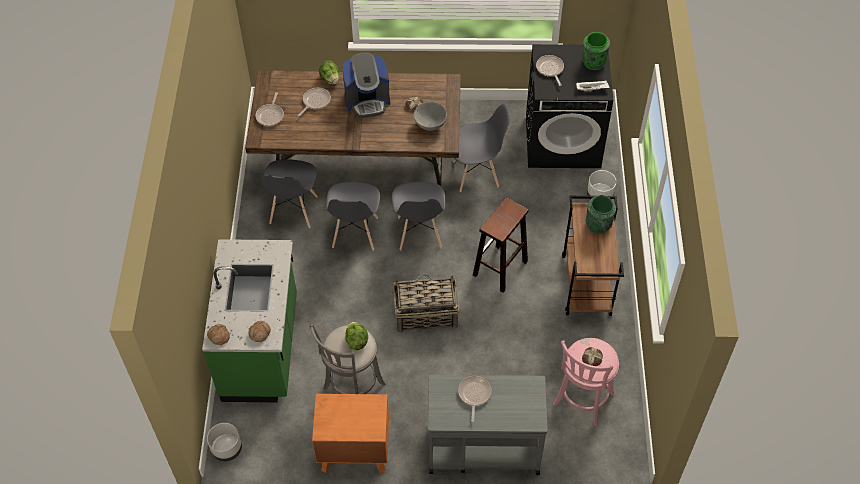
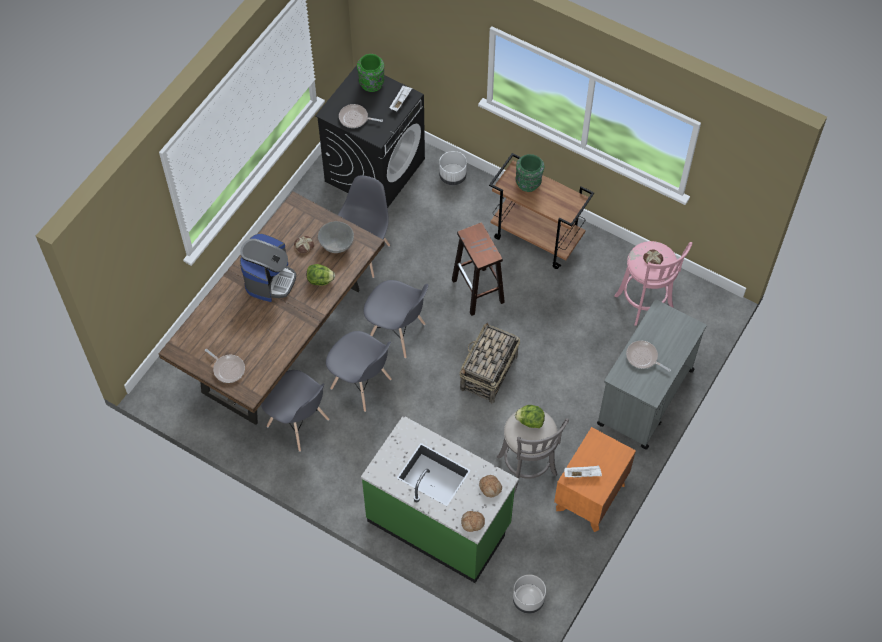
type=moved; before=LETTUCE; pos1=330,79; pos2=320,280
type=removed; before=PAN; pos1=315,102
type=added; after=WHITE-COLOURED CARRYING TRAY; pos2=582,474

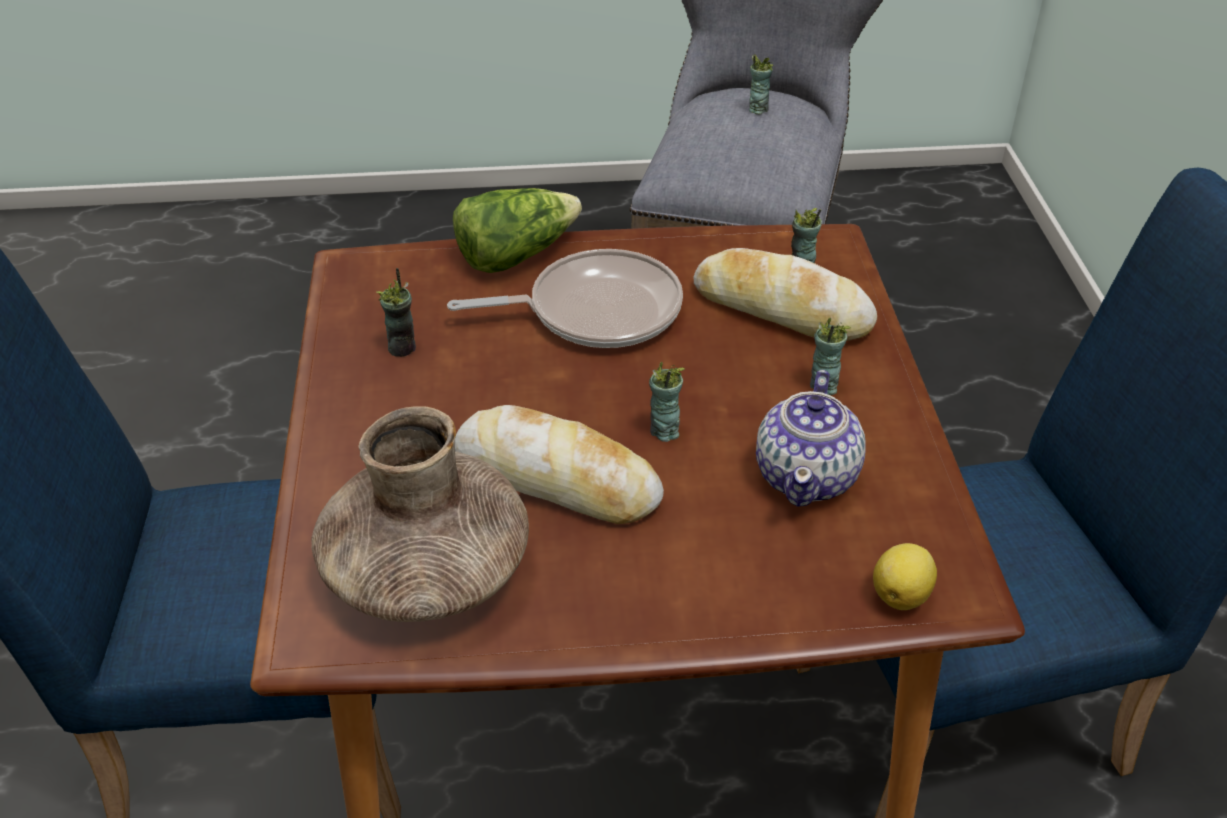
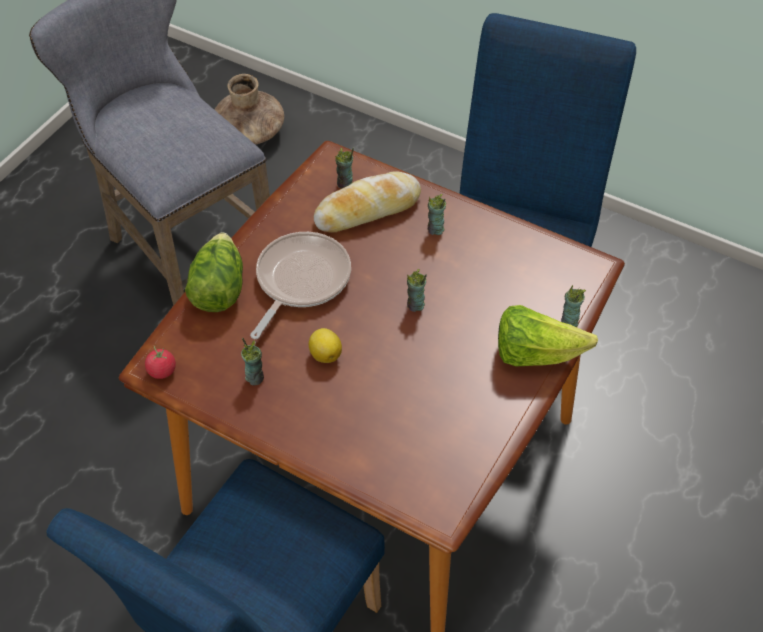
type=moved; before=SMALL CUP; pos1=757,109; pos2=569,321
type=removed; before=TEAPOT; pos1=807,476
type=removed; before=BAKED BREAD; pos1=557,479
type=moved; before=BROWN FLOWER VASE; pos1=427,573; pos2=249,133
type=moved; before=CITRUS FRUIT; pos1=901,594; pos2=325,354
type=added; after=LETTUCE; pos2=535,354
type=added; after=TOMATO; pos2=162,371

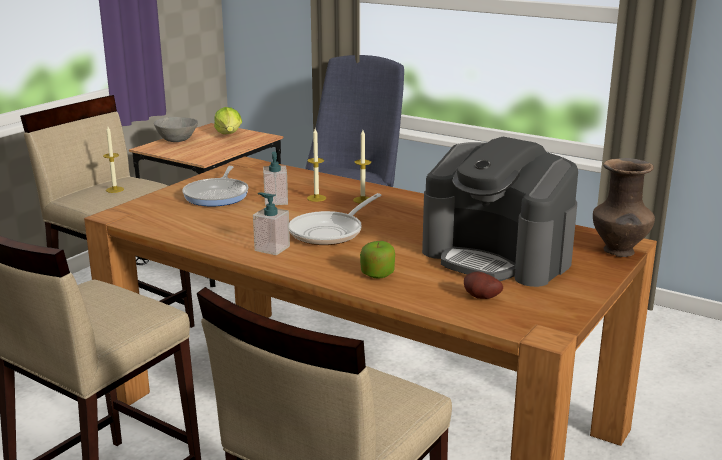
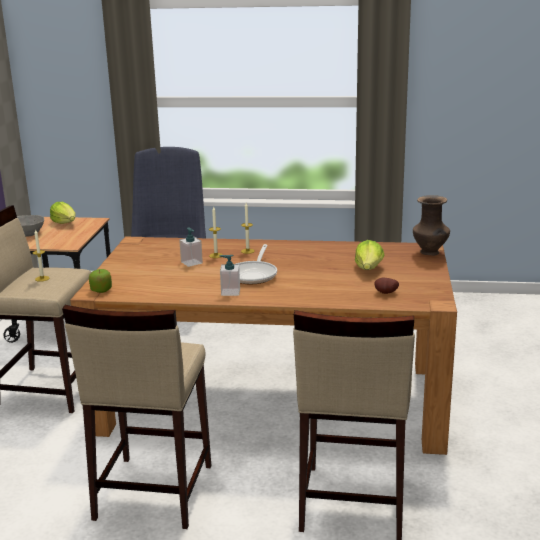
type=replaced; before=COFFEE MAKER; after=LETTUCE; pos1=497,256; pos2=369,269
type=removed; before=PAN; pos1=218,195
type=moved; before=APPLE FRUIT; pos1=377,274; pos2=101,290

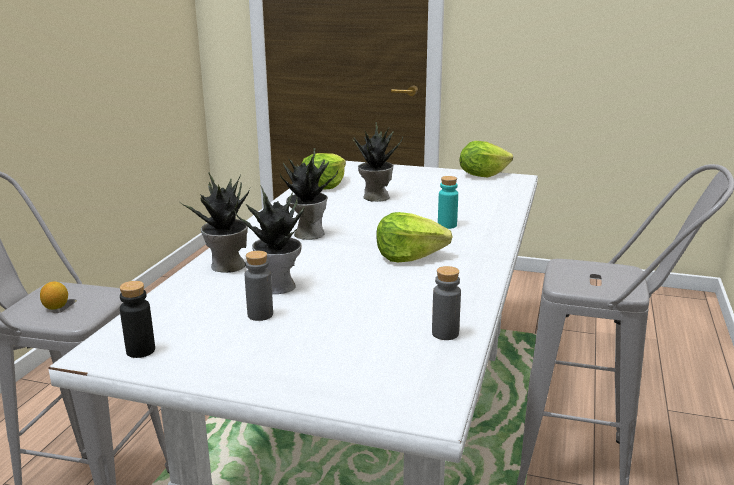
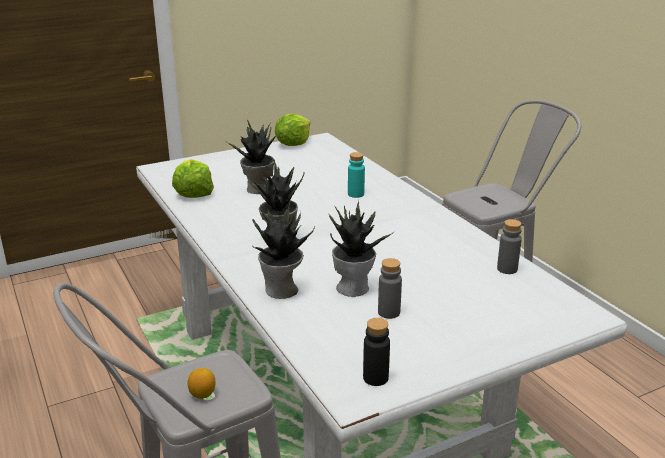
type=removed; before=LETTUCE; pos1=409,256

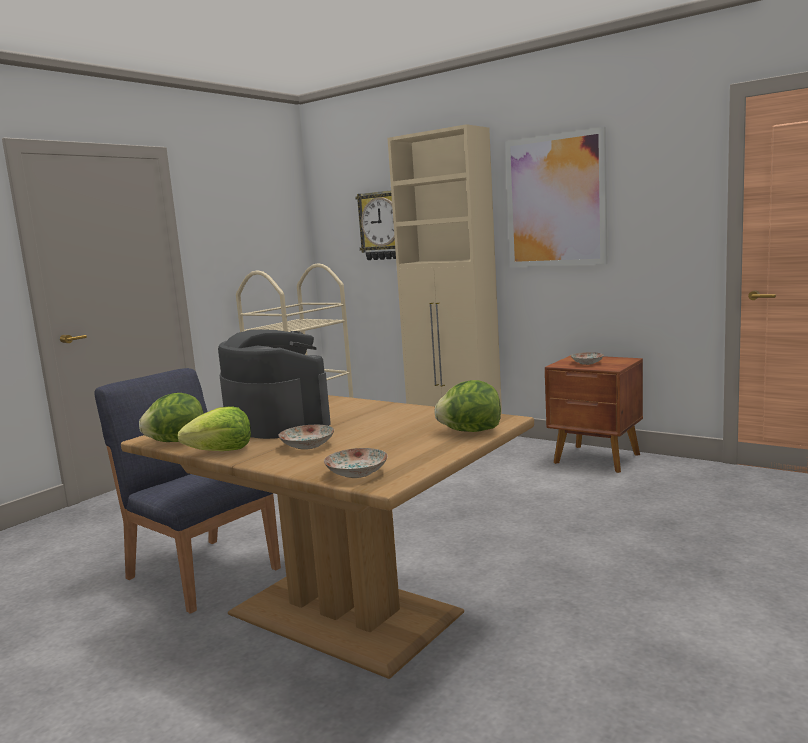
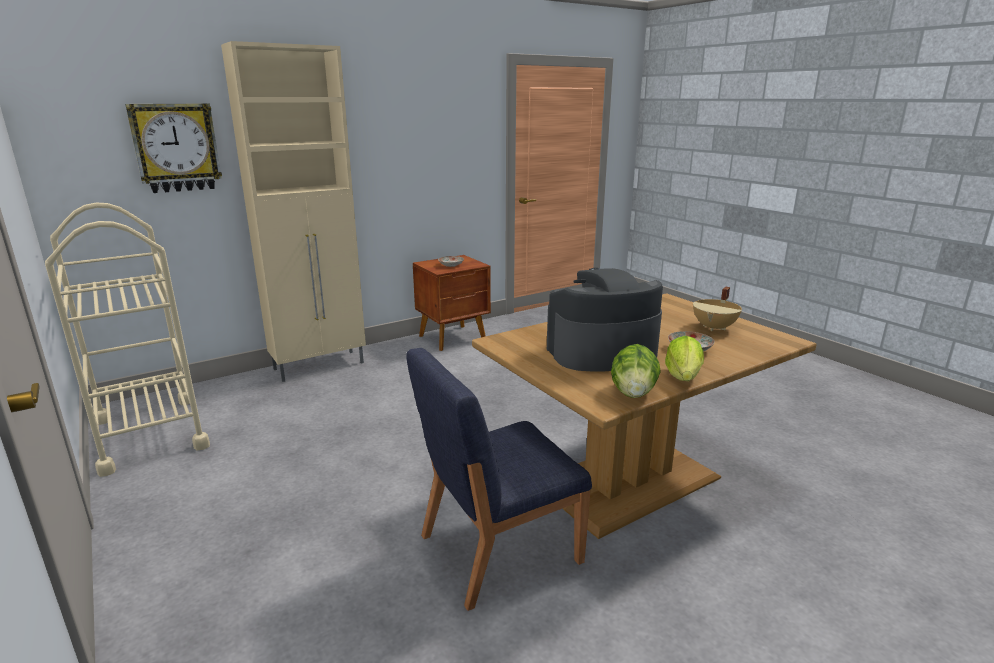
type=removed; before=WALL PICTURE; pos1=555,201
type=removed; before=LETTUCE; pos1=470,431
type=removed; before=DINNER PLATE; pos1=356,473
type=added; after=BEIGE-COLOURED STOCKPOT; pos2=715,328

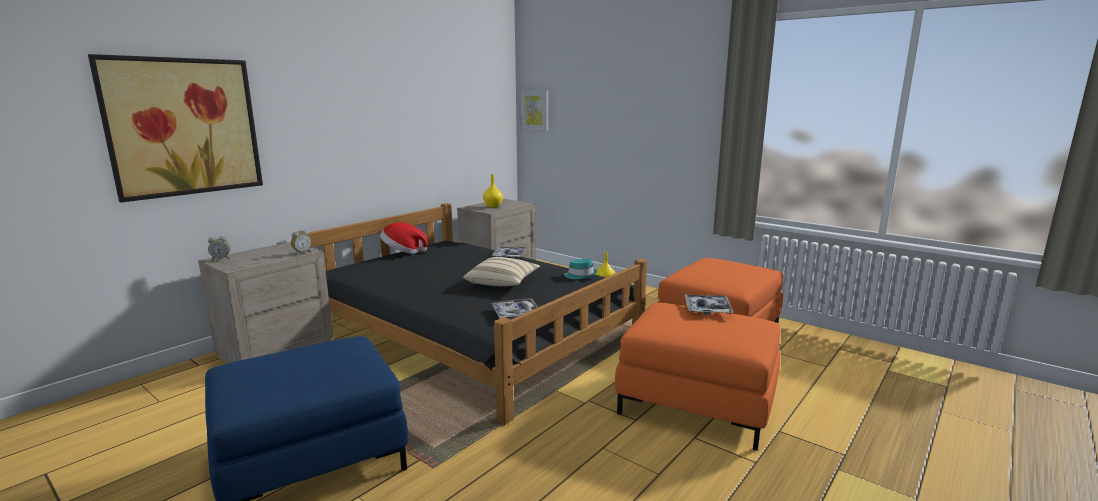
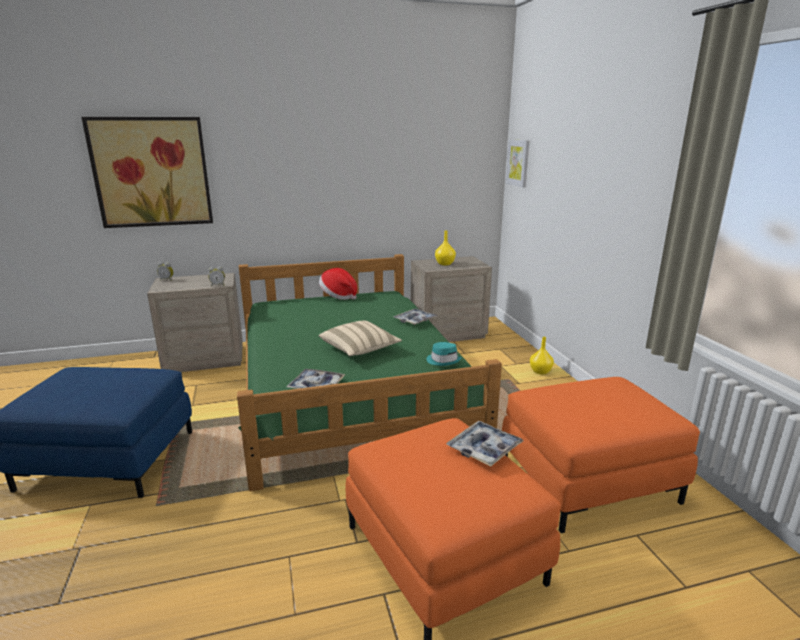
type=recoloured; before=BLACK SLEEPING BED; after=GREEN-COLOURED SLEEPING BED; pos1=471,330; pos2=348,386

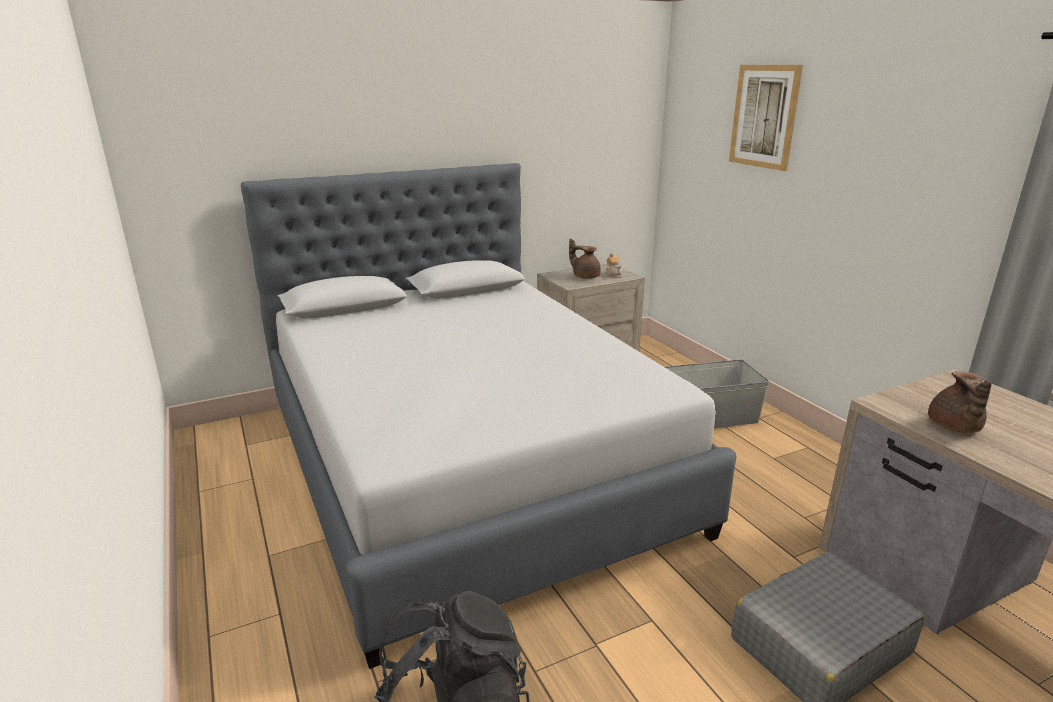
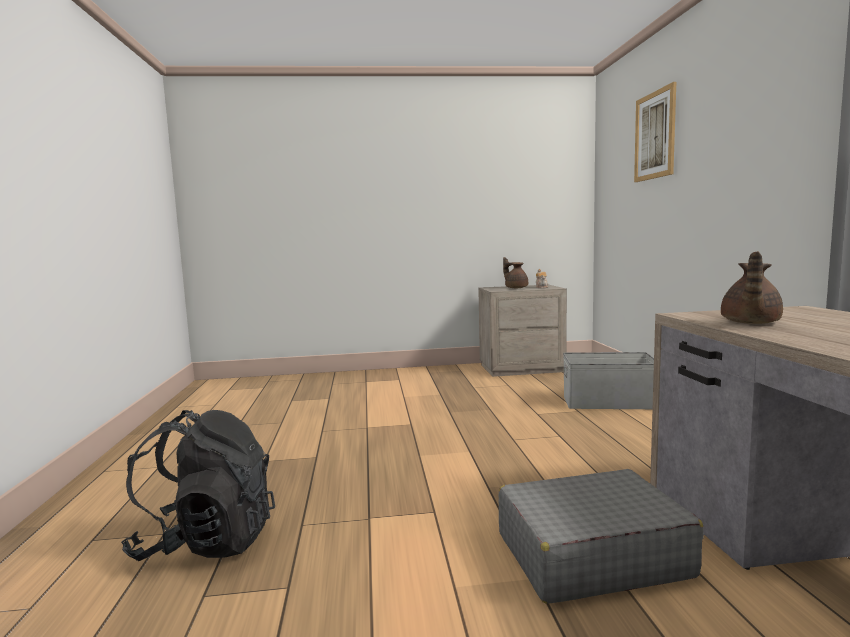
type=removed; before=GREY SLEEPING BED; pos1=467,464

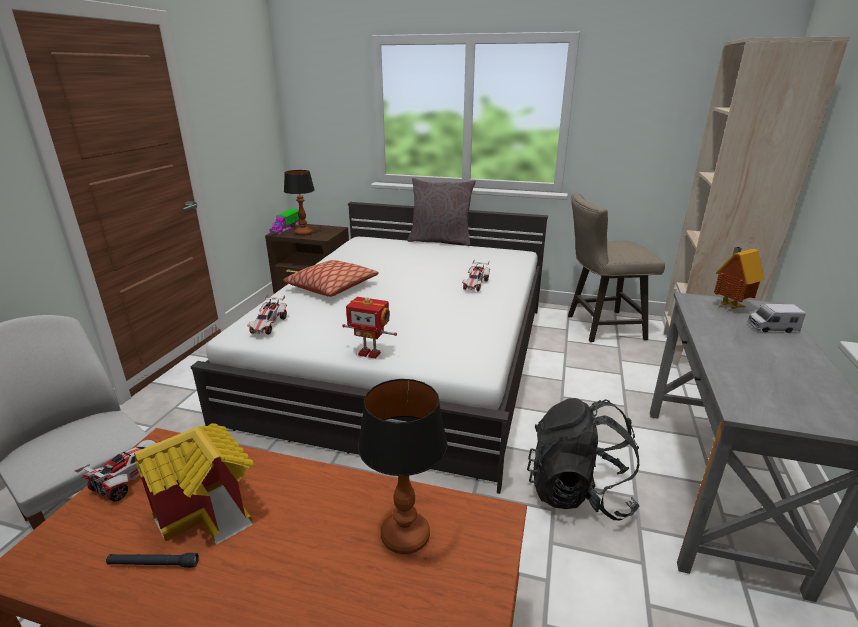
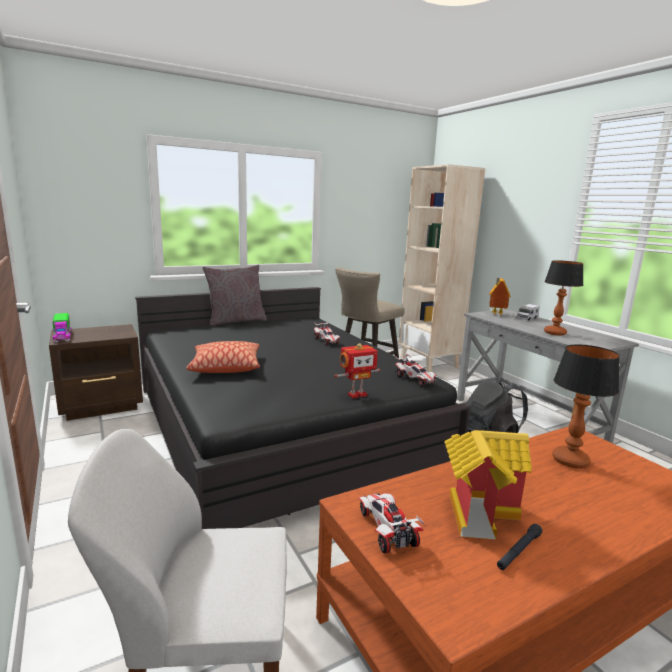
type=moved; before=TABLETOP LAMP; pos1=304,233; pos2=554,333
type=recoloured; before=WHITE-COLOURED SLEEPING BED; after=BLACK SLEEPING BED; pos1=406,359; pos2=279,423
type=moved; before=MODEL CAR; pos1=269,325; pos2=414,379

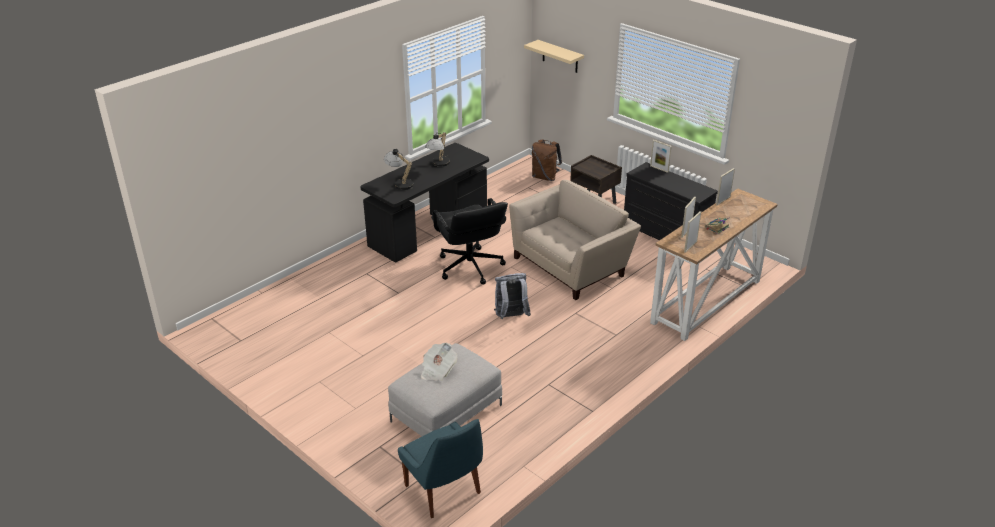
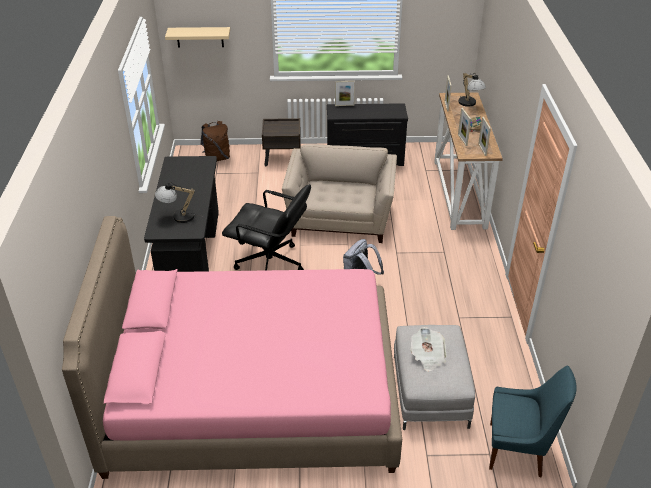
type=moved; before=TABLETOP LAMP; pos1=438,164; pos2=469,104
type=added; after=PINK SLEEPING BED; pos2=253,394

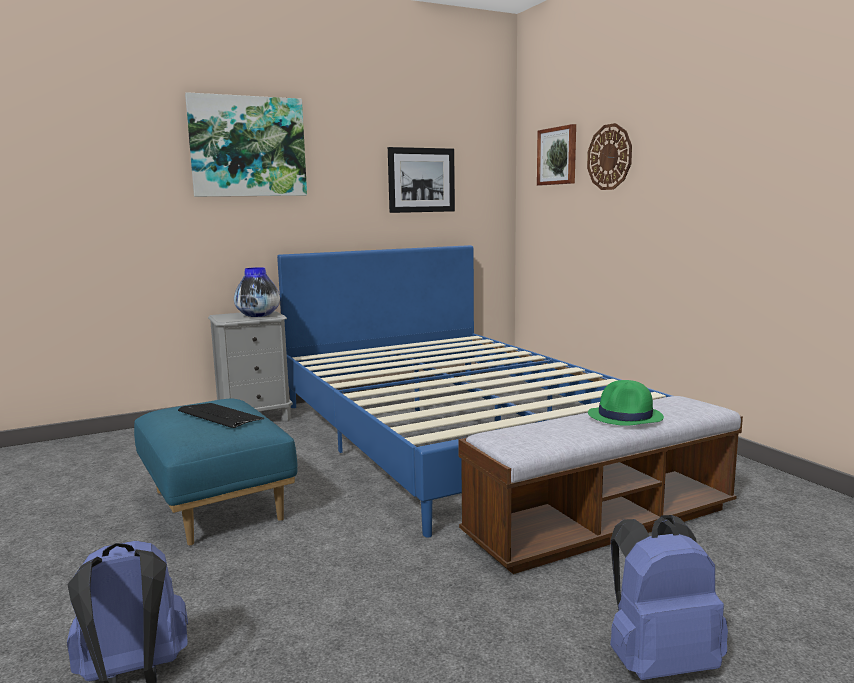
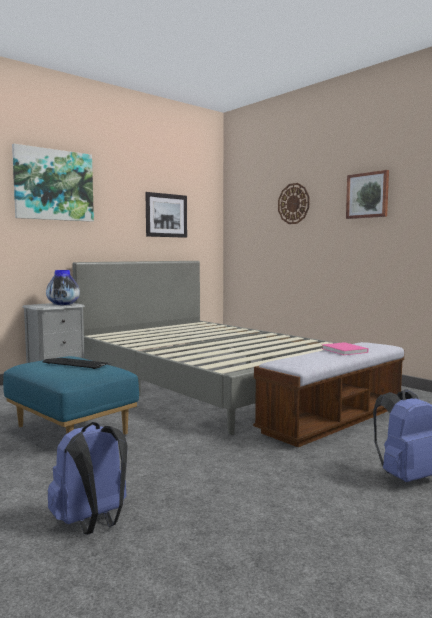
type=moved; before=WALL PICTURE; pos1=557,156; pos2=367,195
type=recoloured; before=BLUISH SLEEPING BED; after=GREY SLEEPING BED; pos1=454,433; pos2=208,382
type=replaced; before=GREEN-COLOURED WEARABLE HAT; after=PINK VOLUME; pos1=625,416; pos2=345,350

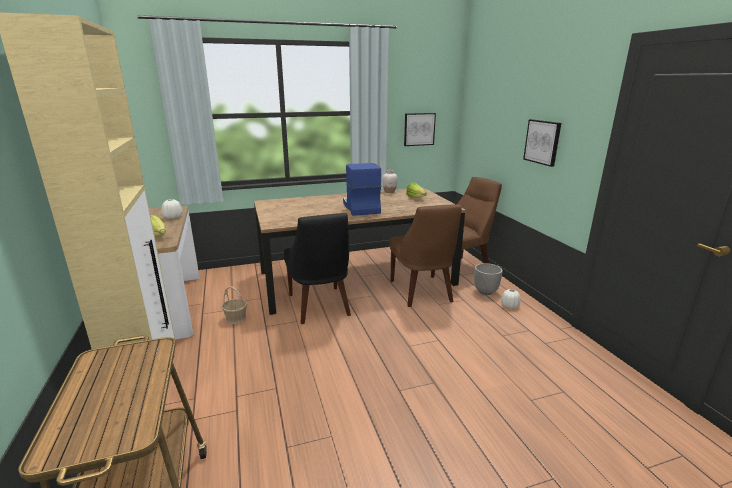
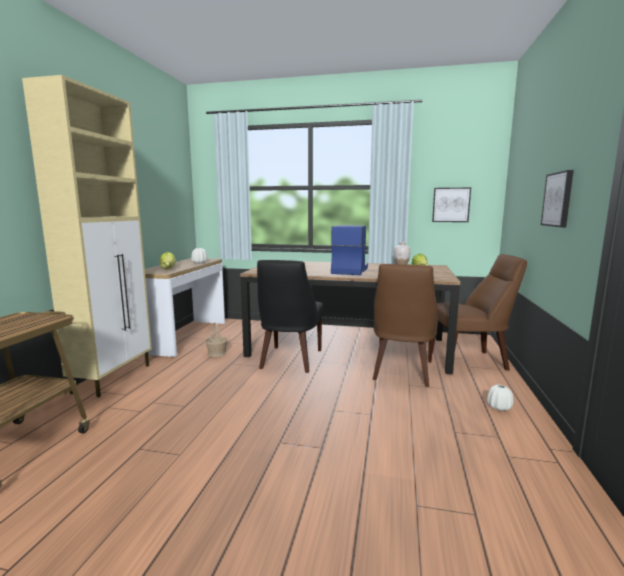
type=removed; before=FLOWER POT; pos1=486,292

